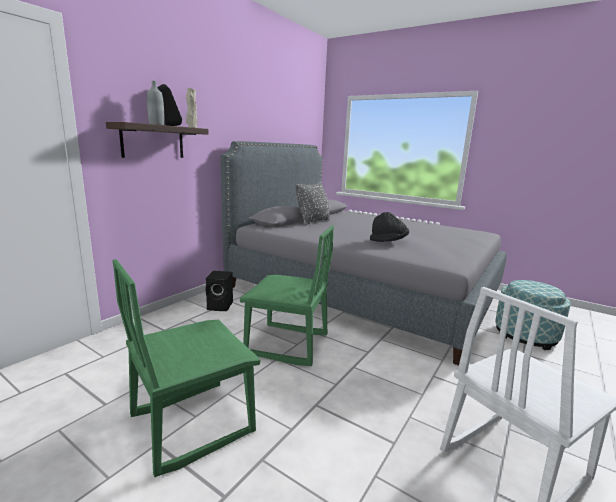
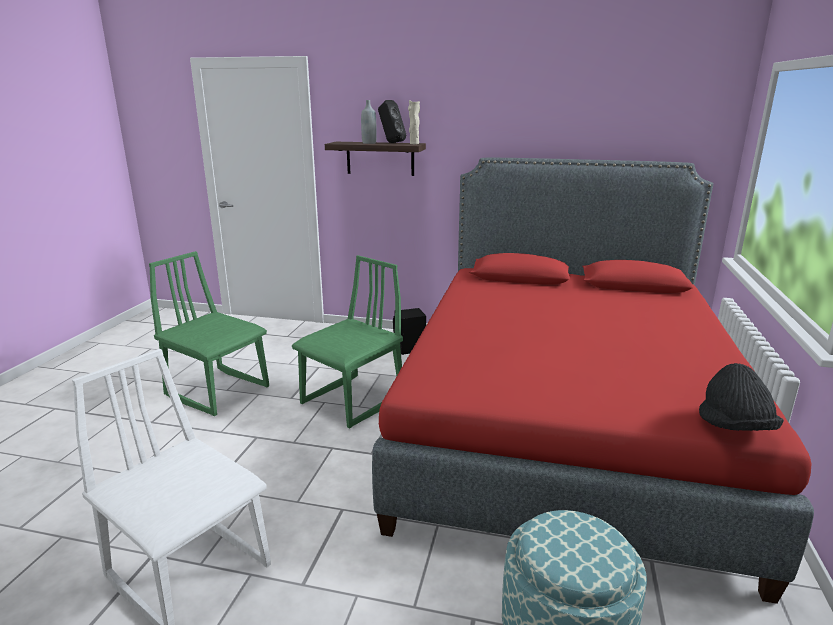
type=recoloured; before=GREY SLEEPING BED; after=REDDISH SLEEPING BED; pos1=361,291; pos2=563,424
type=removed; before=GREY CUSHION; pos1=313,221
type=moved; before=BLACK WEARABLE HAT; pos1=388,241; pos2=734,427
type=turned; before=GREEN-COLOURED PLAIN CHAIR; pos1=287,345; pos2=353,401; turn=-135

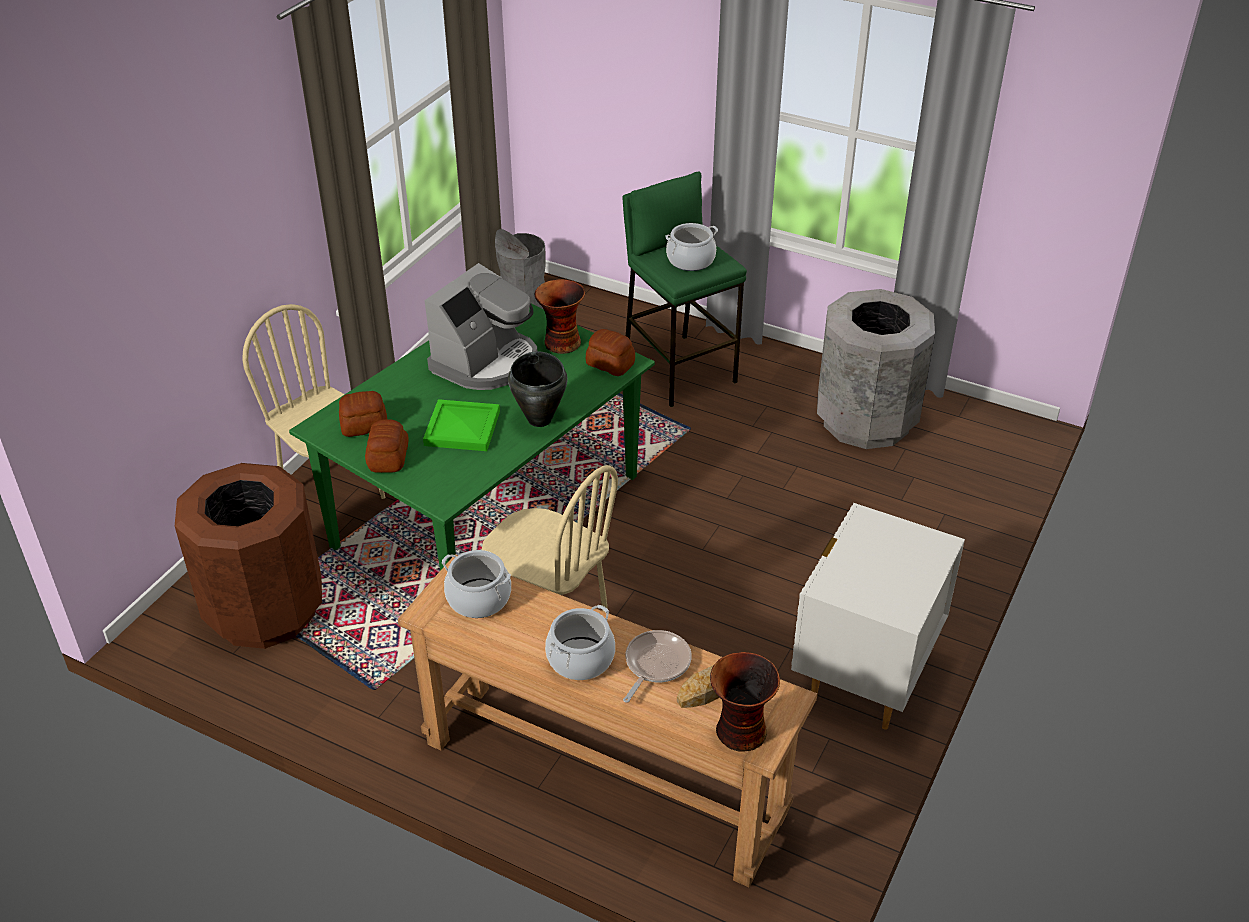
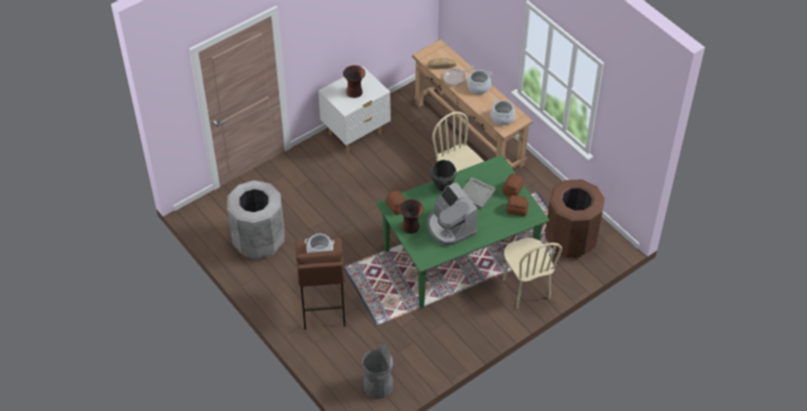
type=recoloured; before=GREEN-COLOURED STOOL SEAT; after=BROWN STOOL SEAT; pos1=679,369; pos2=323,307
type=turned; before=COFFEE MAKER; pos1=486,362; pos2=450,227; turn=-90
type=recoloured; before=GREEN-COLOURED CARRYING TRAY; after=GREY CARRYING TRAY; pos1=463,427; pos2=476,194
type=moved; before=FLOWER VASE; pos1=740,732; pos2=355,92

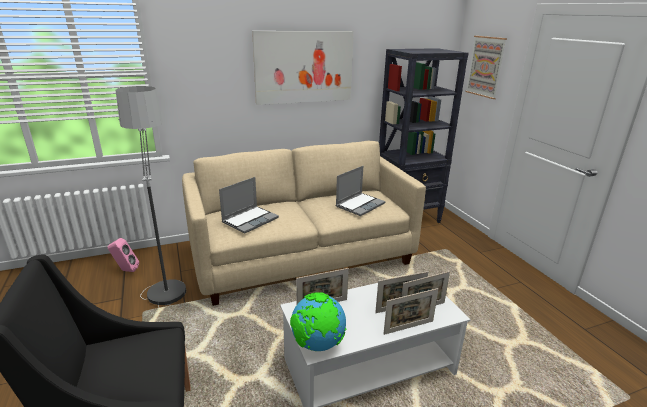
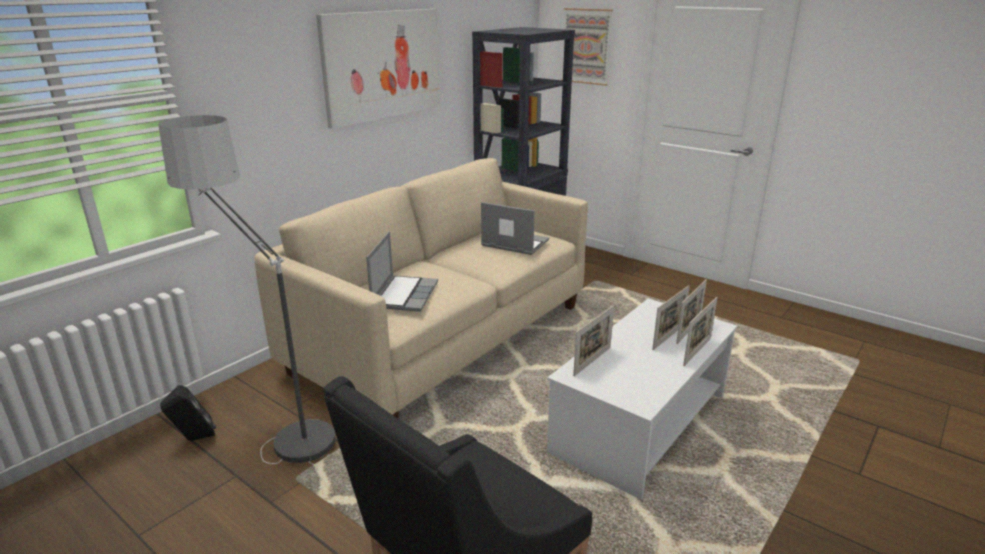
type=turned; before=NOTEBOOK COMPUTER; pos1=360,205; pos2=513,243; turn=-75
type=recoloured; before=PINK LOUDSPEAKER; after=BLACK LOUDSPEAKER; pos1=125,270; pos2=194,439
type=removed; before=GLOBE; pos1=317,344

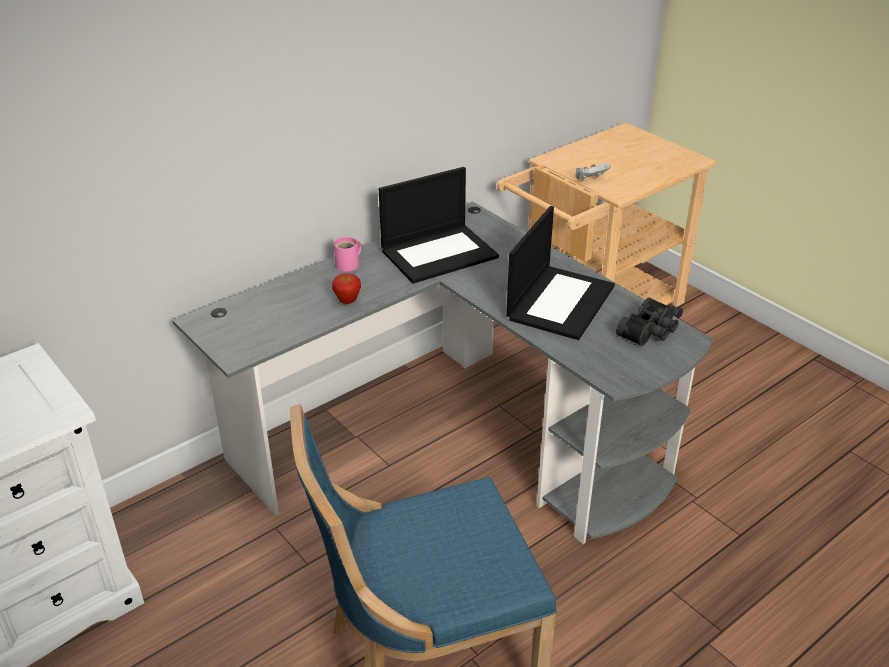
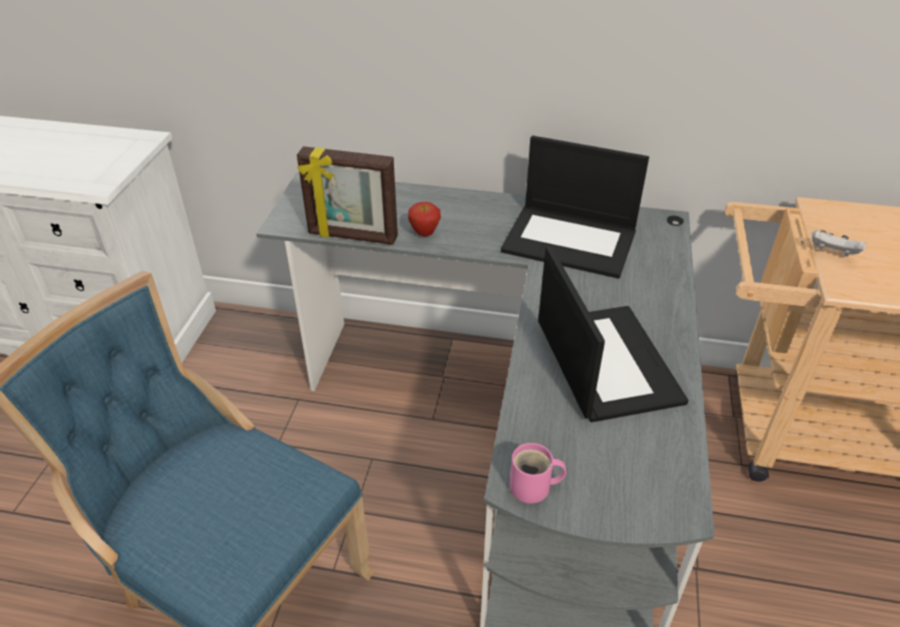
type=turned; before=NOTEBOOK COMPUTER; pos1=560,301; pos2=605,361; turn=-90
type=moved; before=PINK TEA MUG; pos1=349,264; pos2=534,488
type=removed; before=BLACK FIELD GLASSES; pos1=650,332
type=added; after=PICTURE FRAME; pos2=352,236

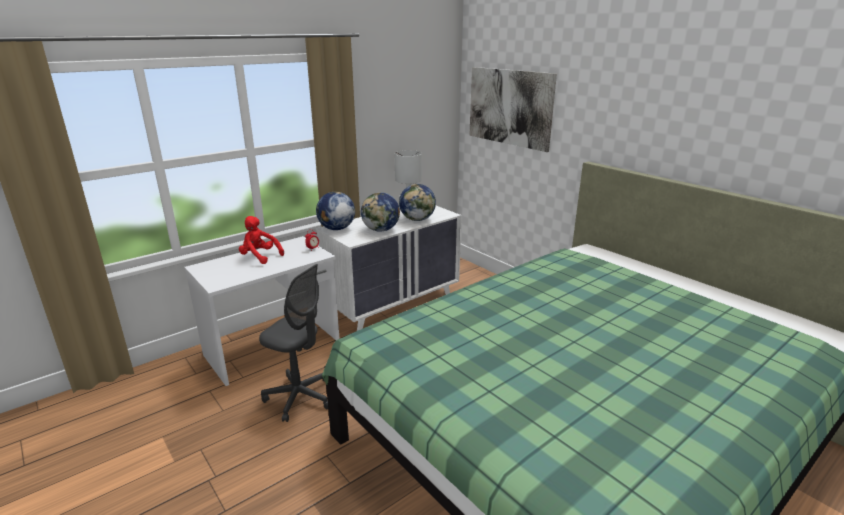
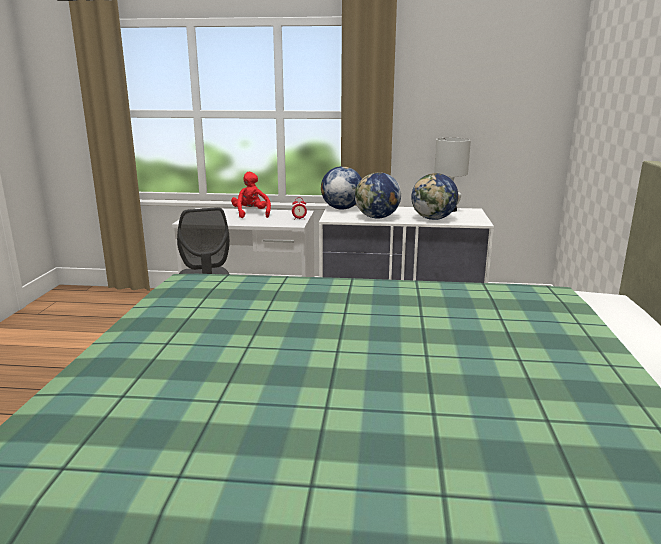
type=removed; before=WALL PICTURE; pos1=509,107

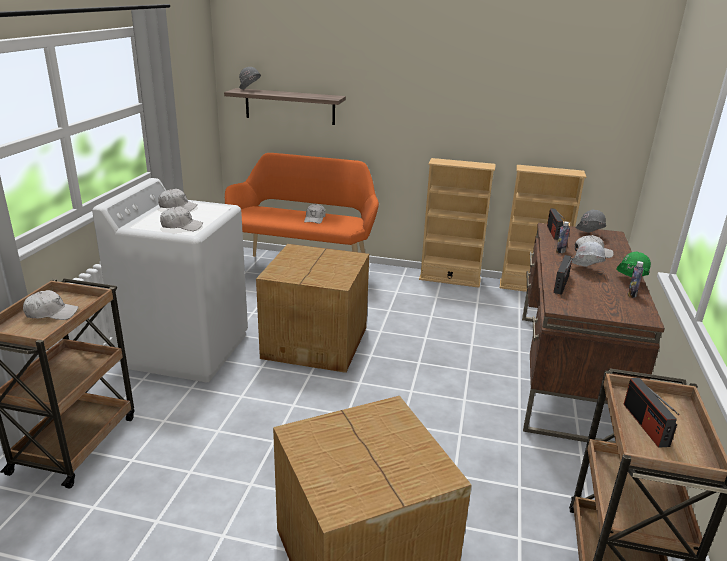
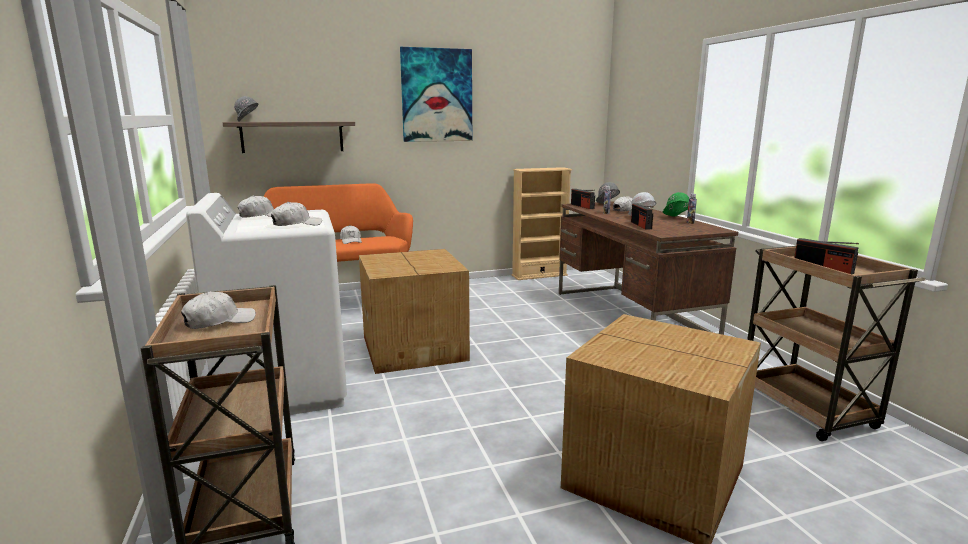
type=removed; before=BEIGE-COLOURED BOOKSHELF; pos1=450,279
type=added; after=WALL PICTURE; pos2=437,95

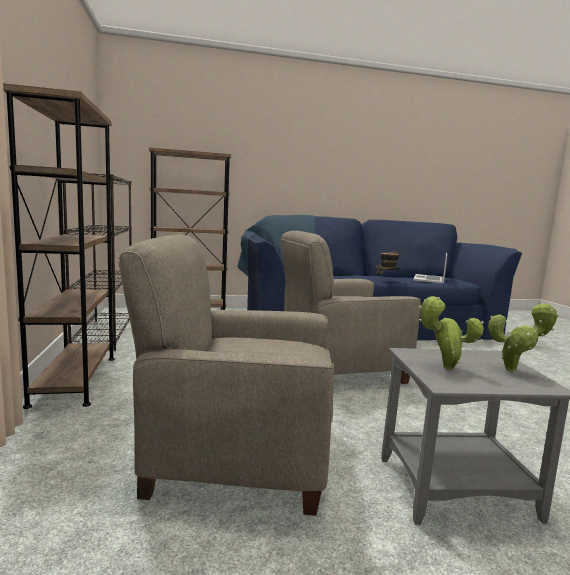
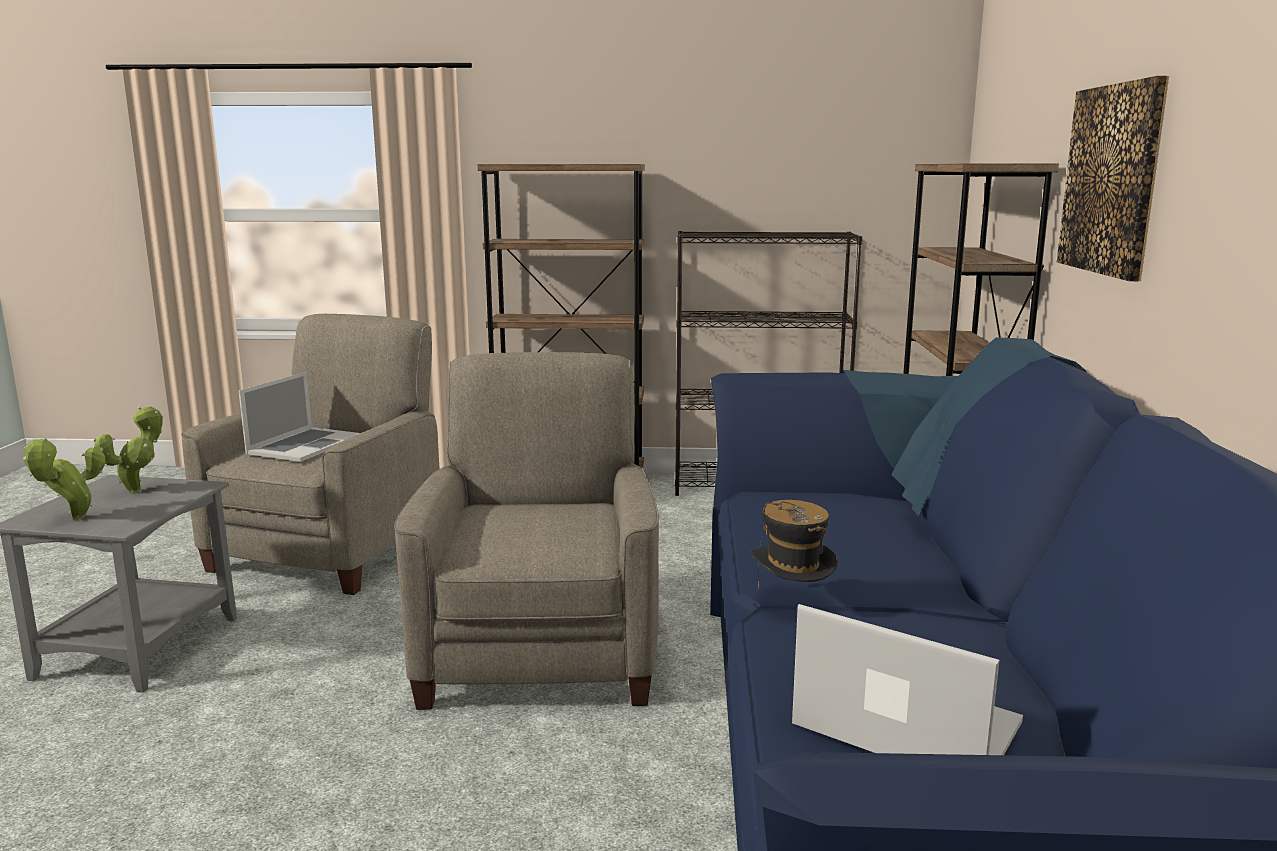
type=added; after=WALL PICTURE; pos2=1111,180
type=added; after=NOTEBOOK COMPUTER; pos2=304,445

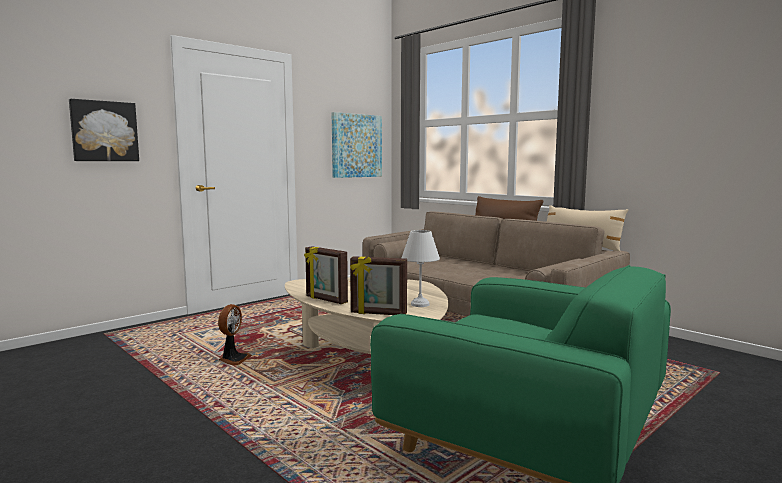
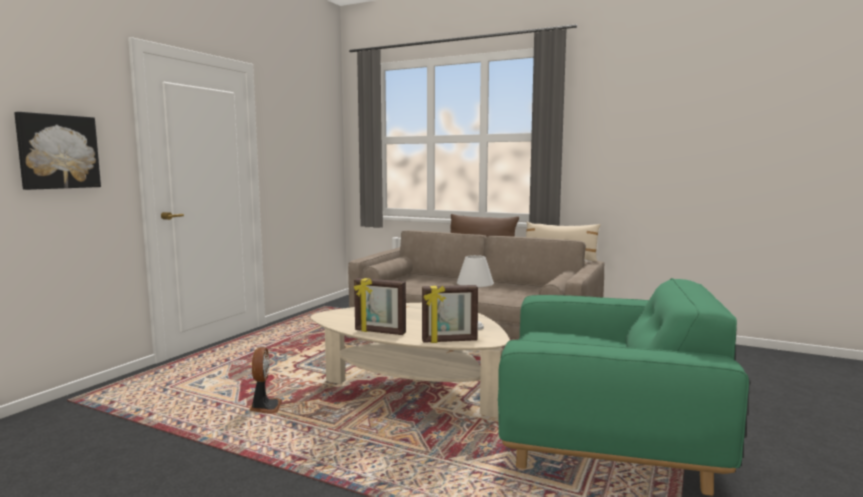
type=removed; before=WALL PICTURE; pos1=356,146

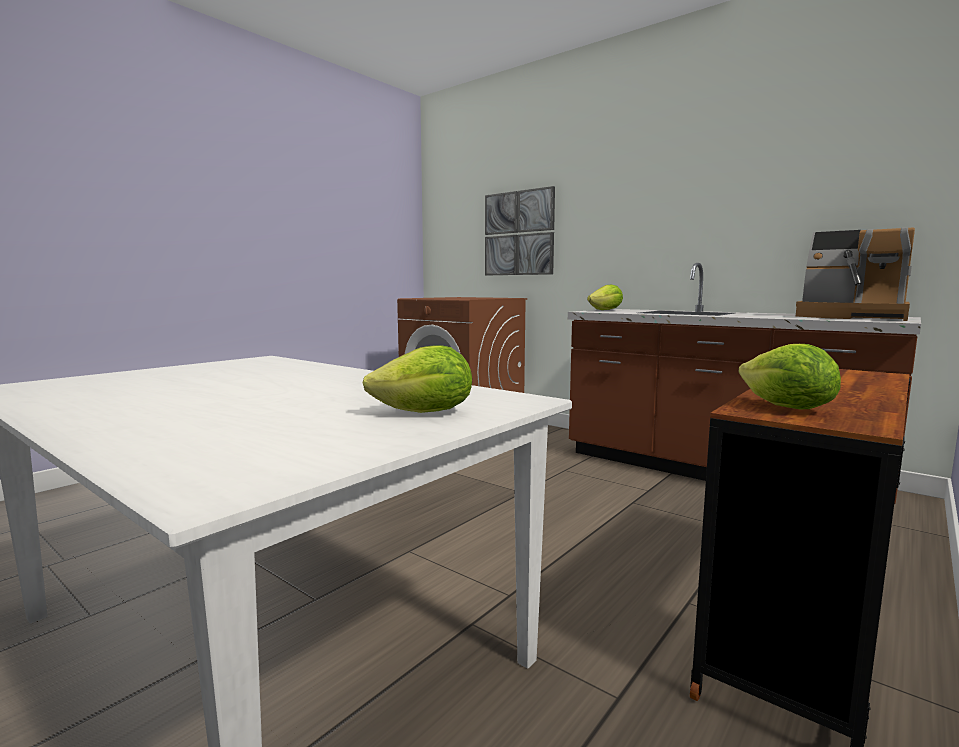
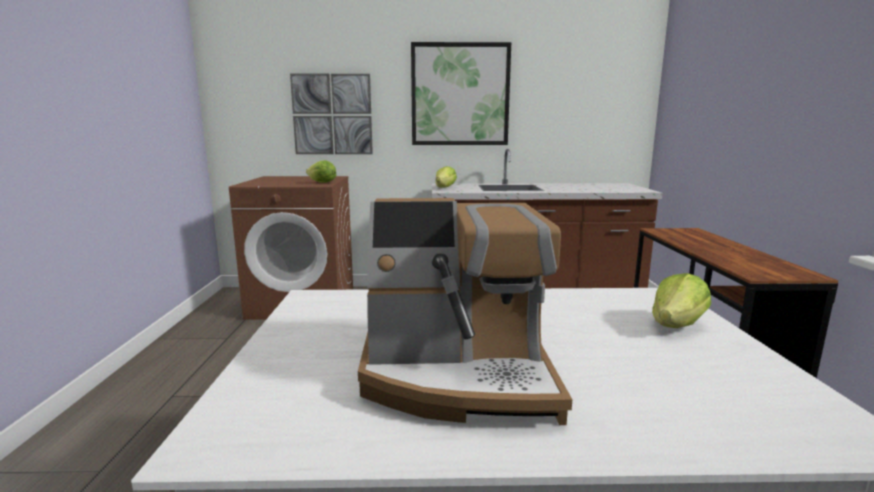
type=moved; before=COFFEE MAKER; pos1=852,317; pos2=457,374
type=moved; before=LETTUCE; pos1=786,408; pos2=322,183
type=added; after=WALL PICTURE; pos2=460,95

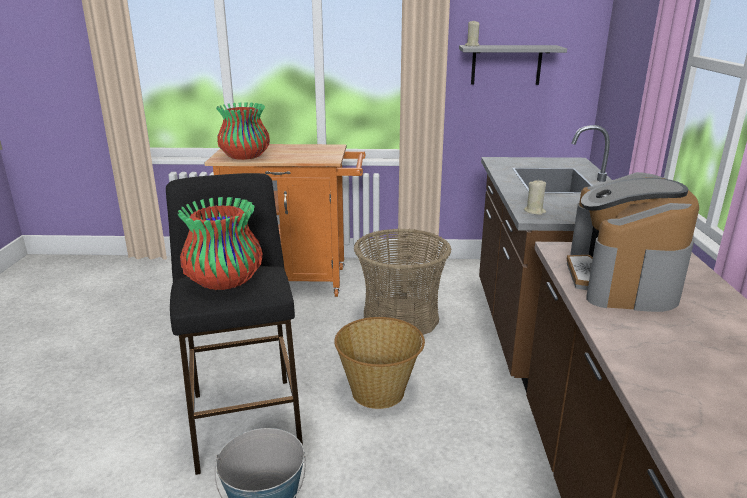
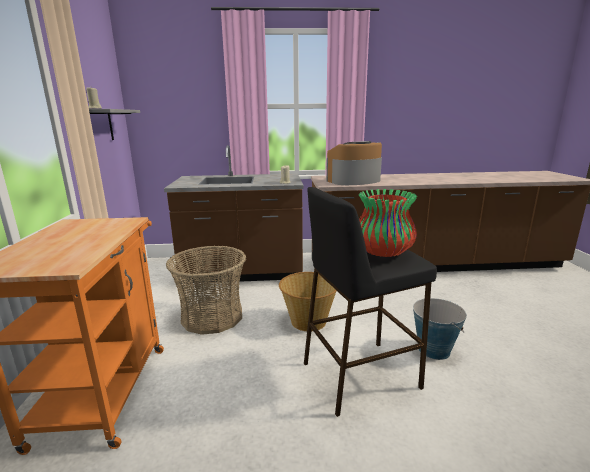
type=removed; before=FLOWER VASE; pos1=245,157
type=turned; before=COFFEE MAKER; pos1=622,279; pos2=354,181; turn=150

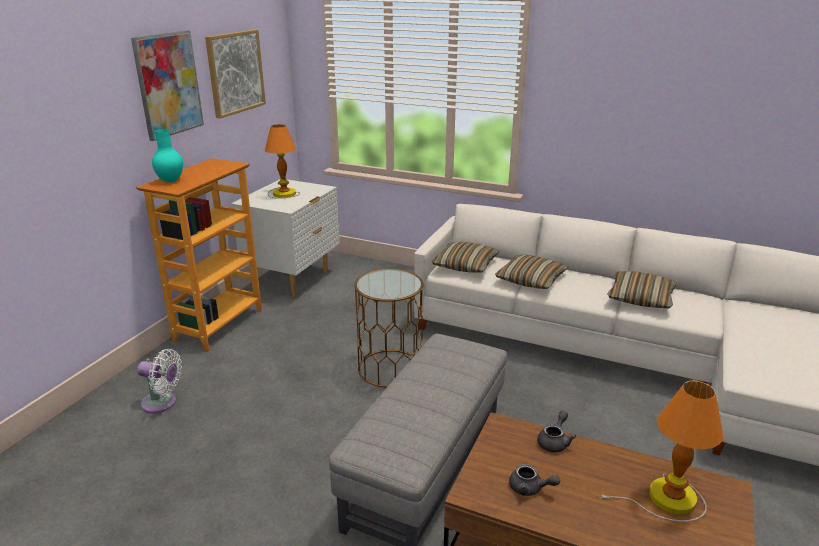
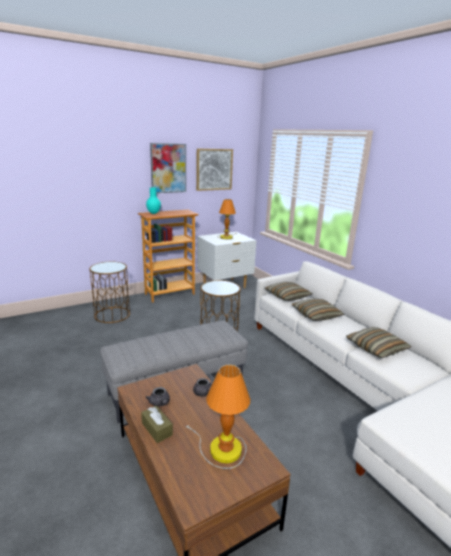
type=replaced; before=WHITE-COLOURED COOLING FAN; after=BROWN SIDE TABLE; pos1=162,403; pos2=112,315
type=added; after=BROWN BOX OF TISSUES; pos2=157,429

